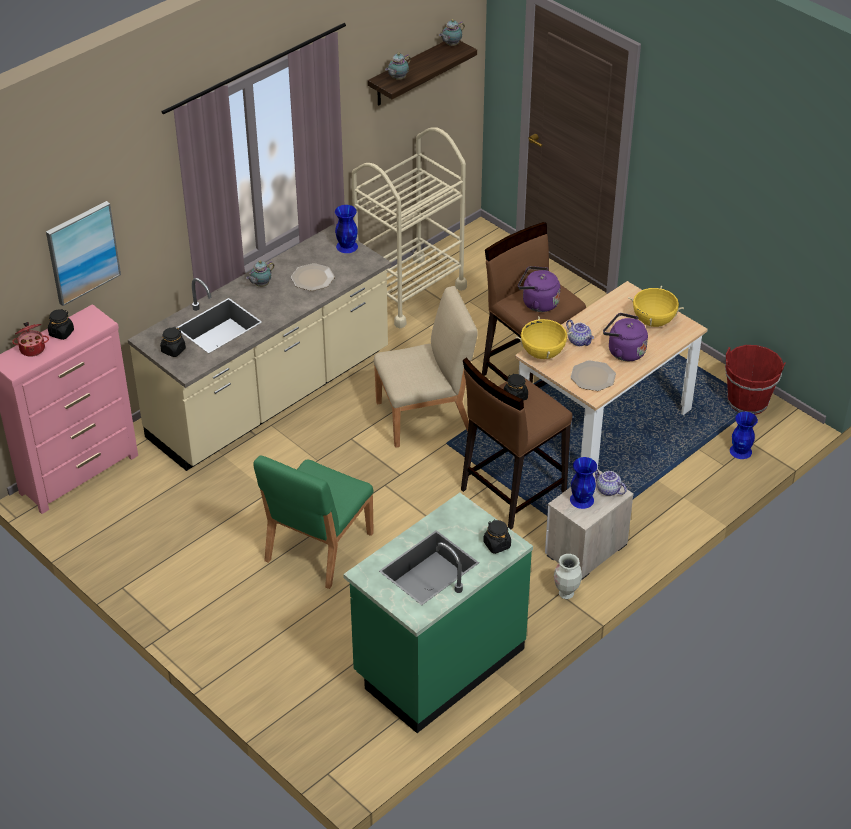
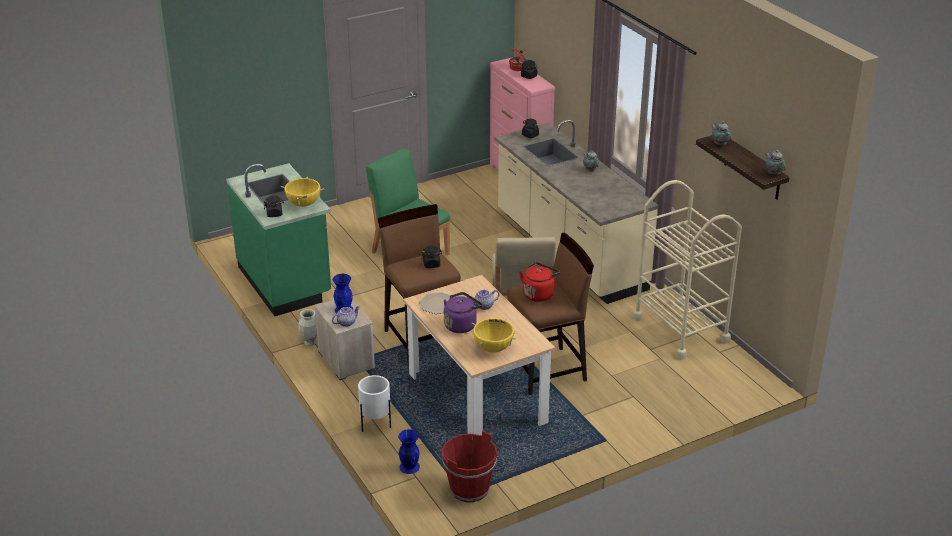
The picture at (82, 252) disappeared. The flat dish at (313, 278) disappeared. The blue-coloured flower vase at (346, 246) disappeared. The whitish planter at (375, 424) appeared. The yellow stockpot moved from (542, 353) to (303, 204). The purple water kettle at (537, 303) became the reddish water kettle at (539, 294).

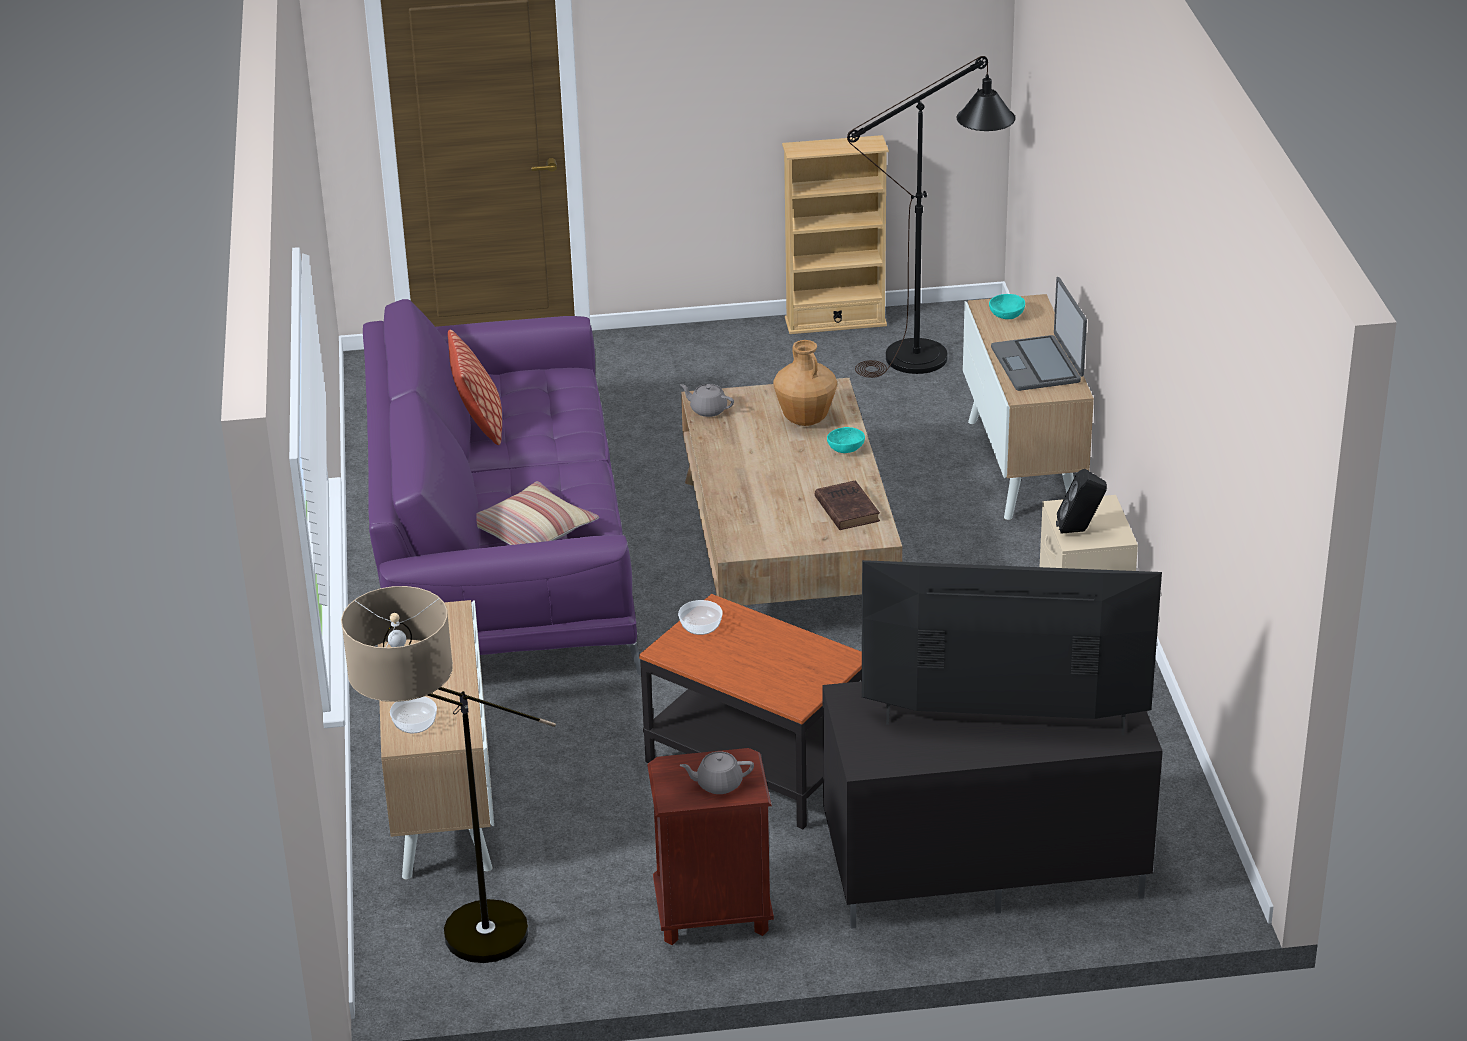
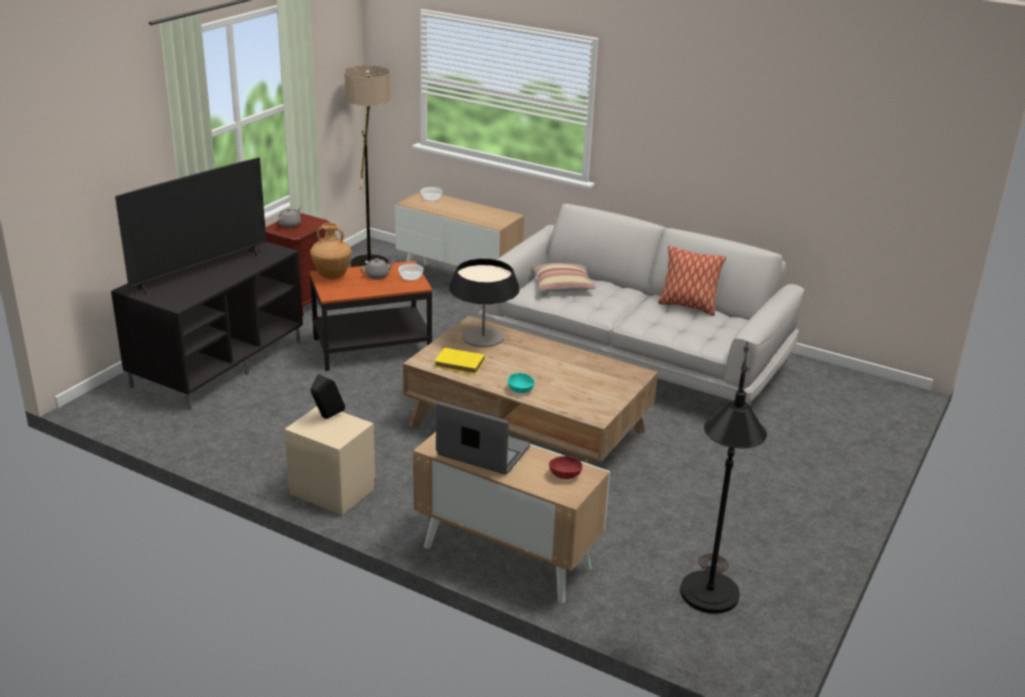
The sand-coloured bookcase at (835, 322) disappeared. The table lamp at (483, 336) appeared. The grey pot for tea moved from (708, 410) to (378, 275). The brown-coloured flower vase moved from (805, 420) to (331, 276). The purple couch at (502, 553) became the grey couch at (635, 356). The brown-coloured bound book at (846, 508) became the yellow bound book at (461, 364). The turquoise deep dish at (1006, 316) became the reddish deep dish at (564, 475).

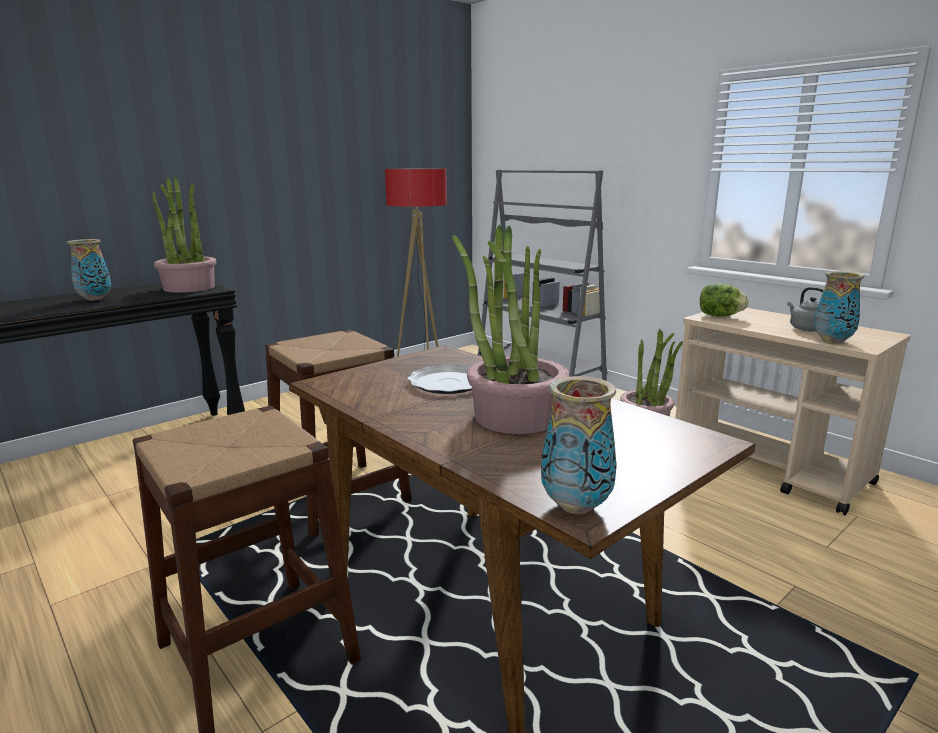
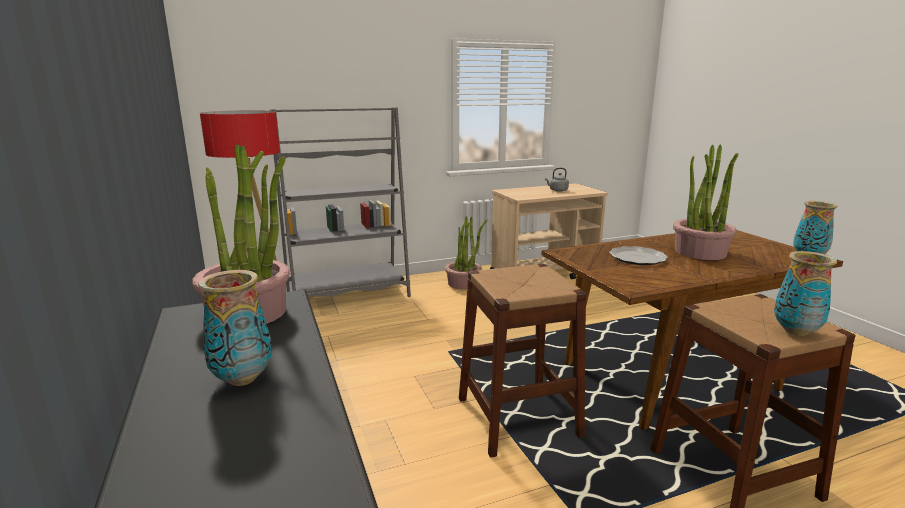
The lettuce head at (719, 316) disappeared. The flower vase moved from (832, 341) to (795, 331).

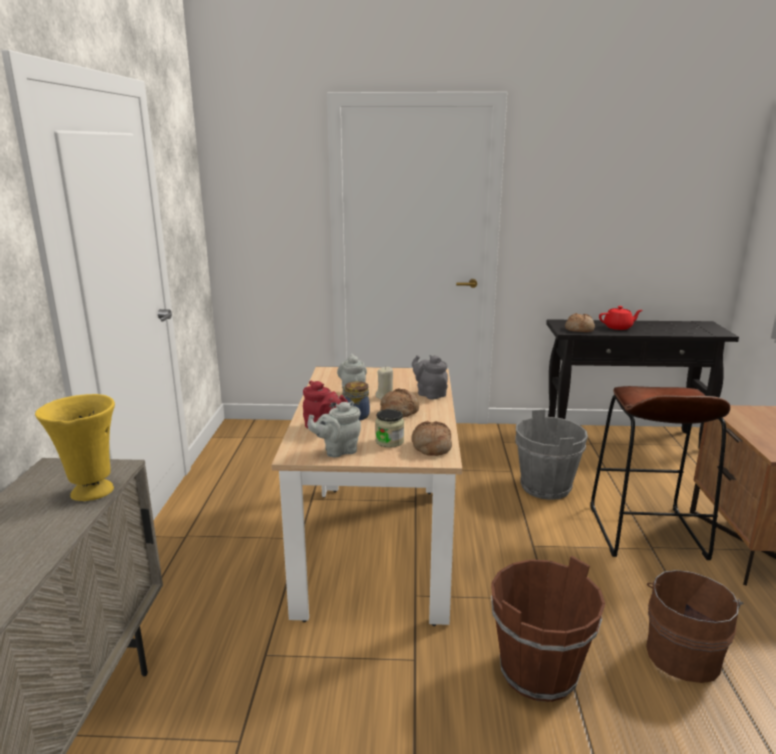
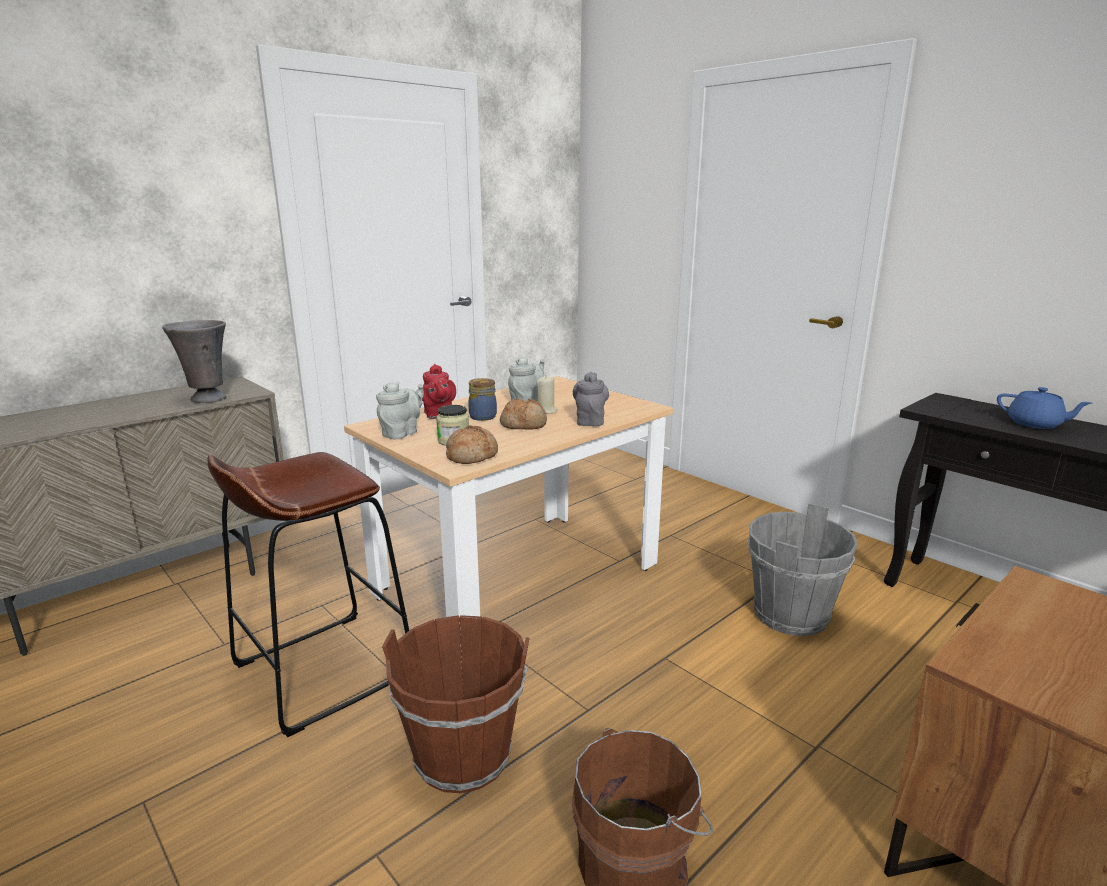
The baked bread at (579, 329) disappeared. The brown-coloured sitting stool moved from (646, 532) to (323, 670). The yellow flower vase at (90, 492) became the grey flower vase at (207, 399). The reddish pot for tea at (618, 327) became the blue-coloured pot for tea at (1035, 424). The grey pot for tea at (338, 451) turned 105 degrees clockwise.

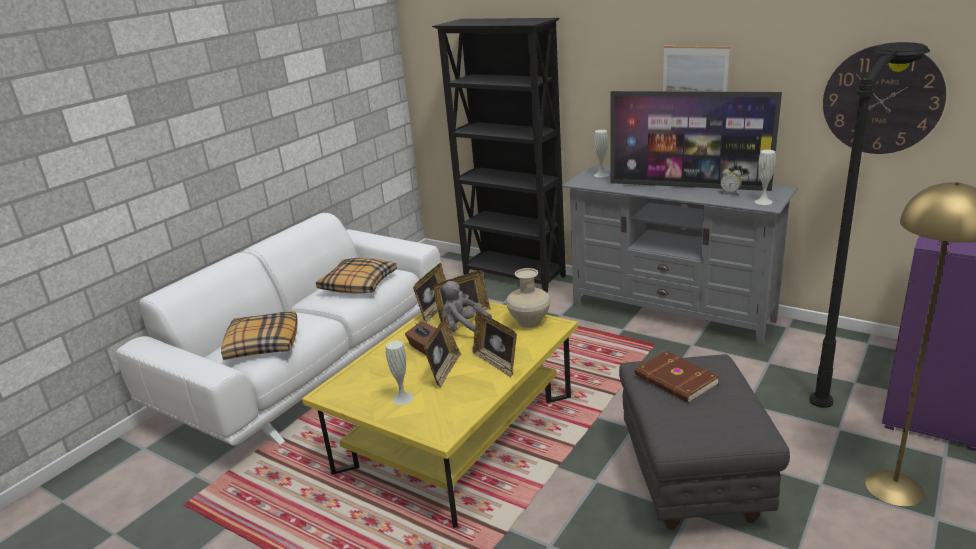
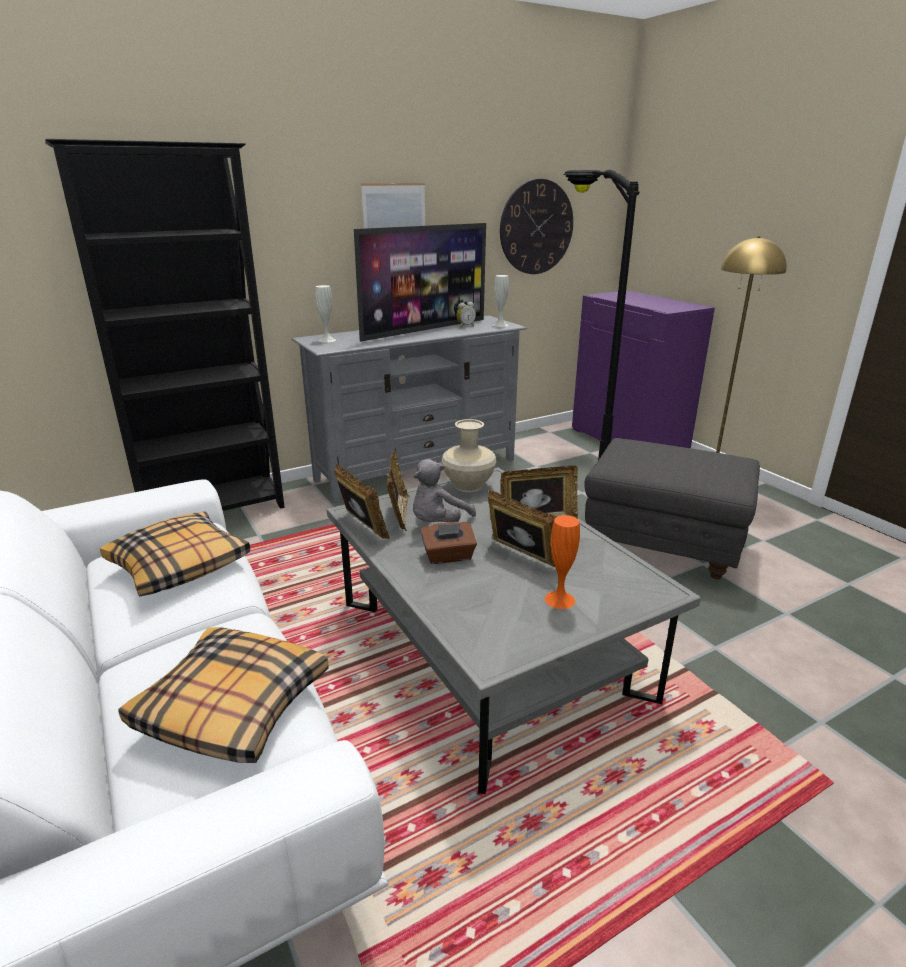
The brown-coloured bound book at (675, 380) disappeared. The yellow lounge table at (457, 433) became the grey lounge table at (488, 649). The whitish flower vase at (402, 398) became the orange-coloured flower vase at (559, 599).

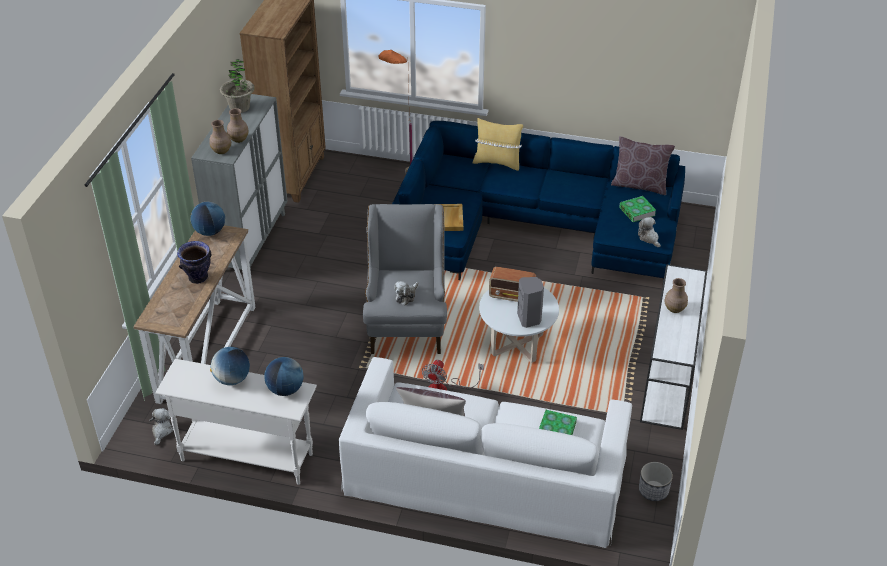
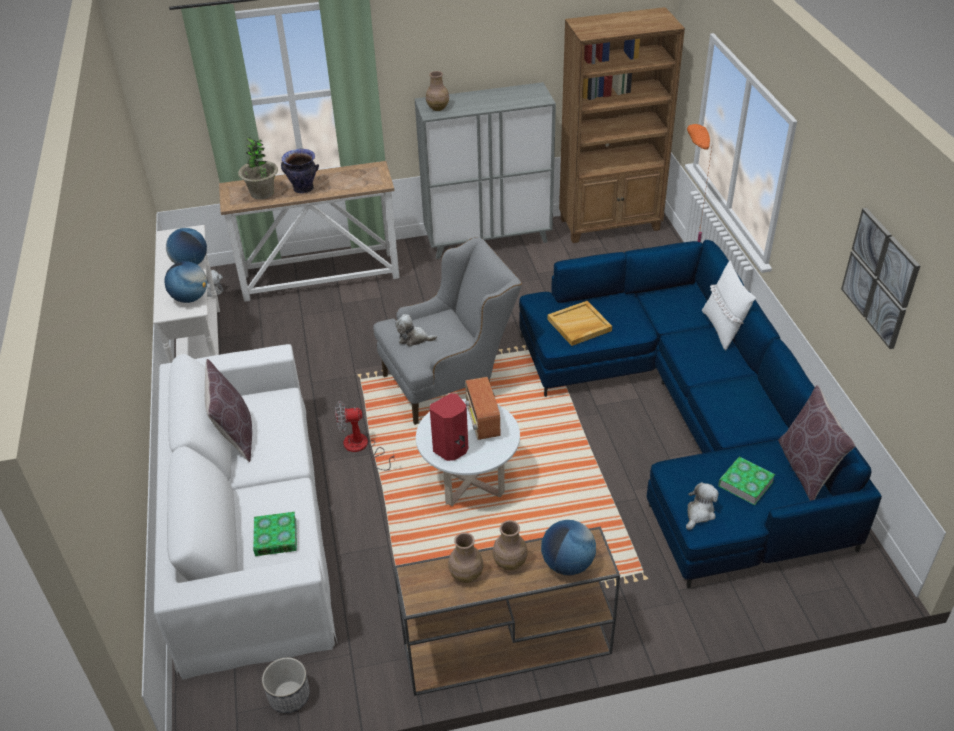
The picture at (880, 277) appeared. The world globe moved from (210, 232) to (567, 564). The potted plant moved from (239, 107) to (262, 193). The brown-coloured flower vase moved from (238, 139) to (466, 574). The yellow throw pillow at (497, 162) became the whitish throw pillow at (723, 328). The grey speaker at (529, 319) became the reddish speaker at (451, 450). The whitish hall table at (668, 377) became the brown-coloured hall table at (505, 649).

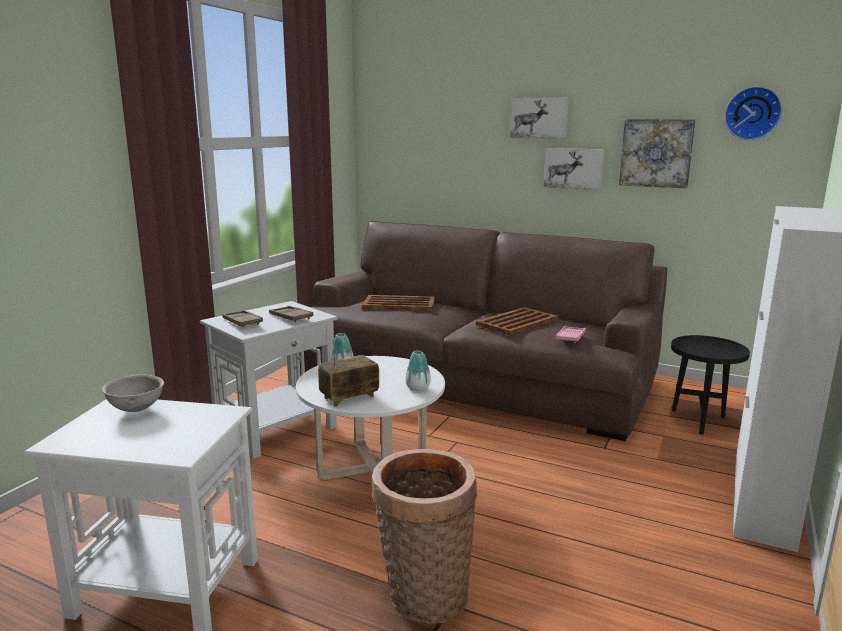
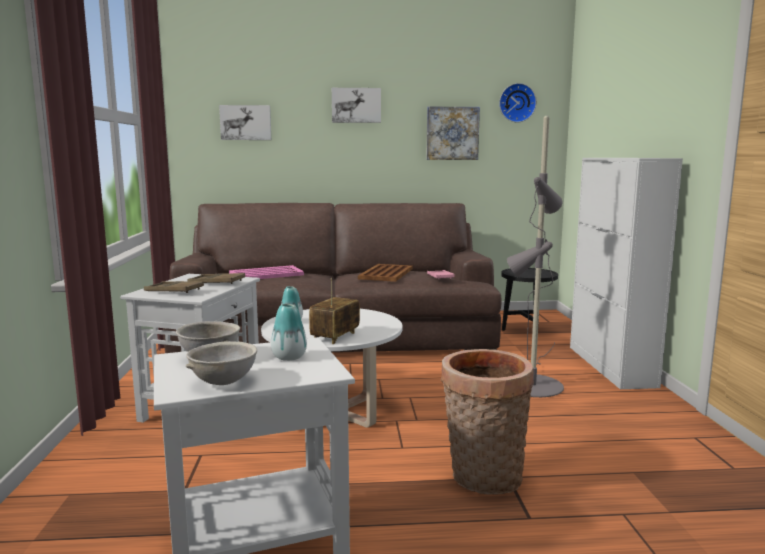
The grey deep dish at (222, 382) appeared. The grey standard lamp at (534, 381) appeared. The flower vase moved from (418, 388) to (289, 357). The picture moved from (574, 168) to (245, 122). The brown-coloured tray at (400, 304) became the pinkish tray at (267, 274).

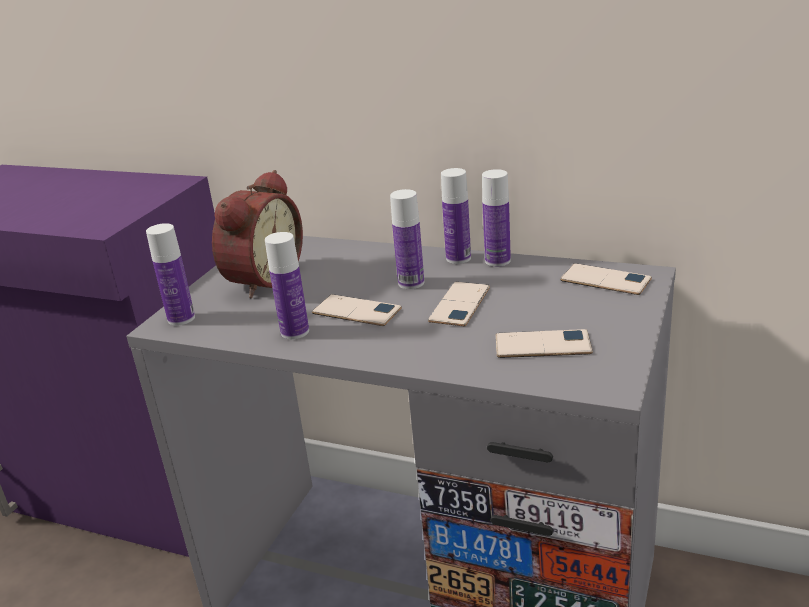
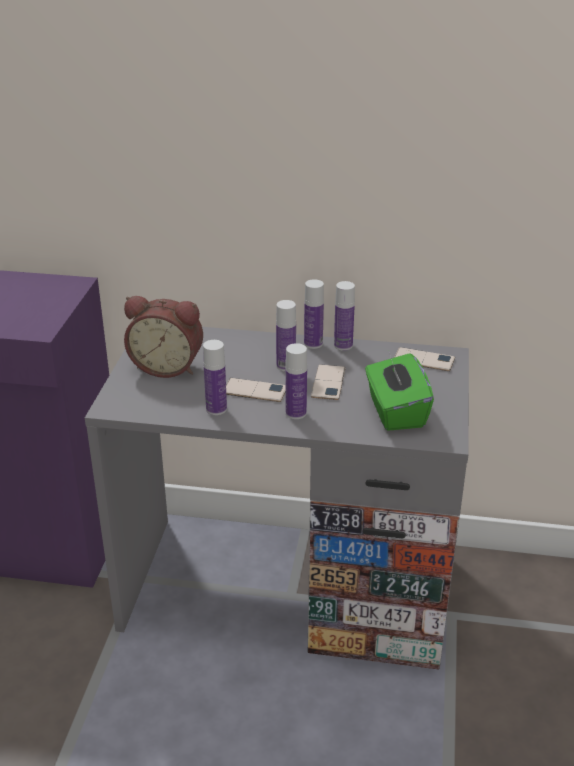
The drink bottle moved from (181, 318) to (296, 413). The phone at (542, 345) was replaced by the green-coloured tissue box at (395, 412). The table clock at (261, 280) turned 90 degrees clockwise.

